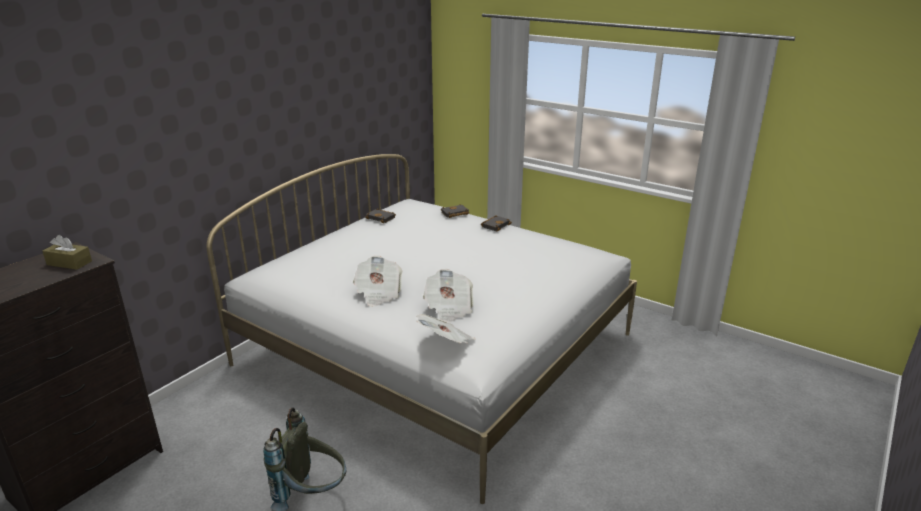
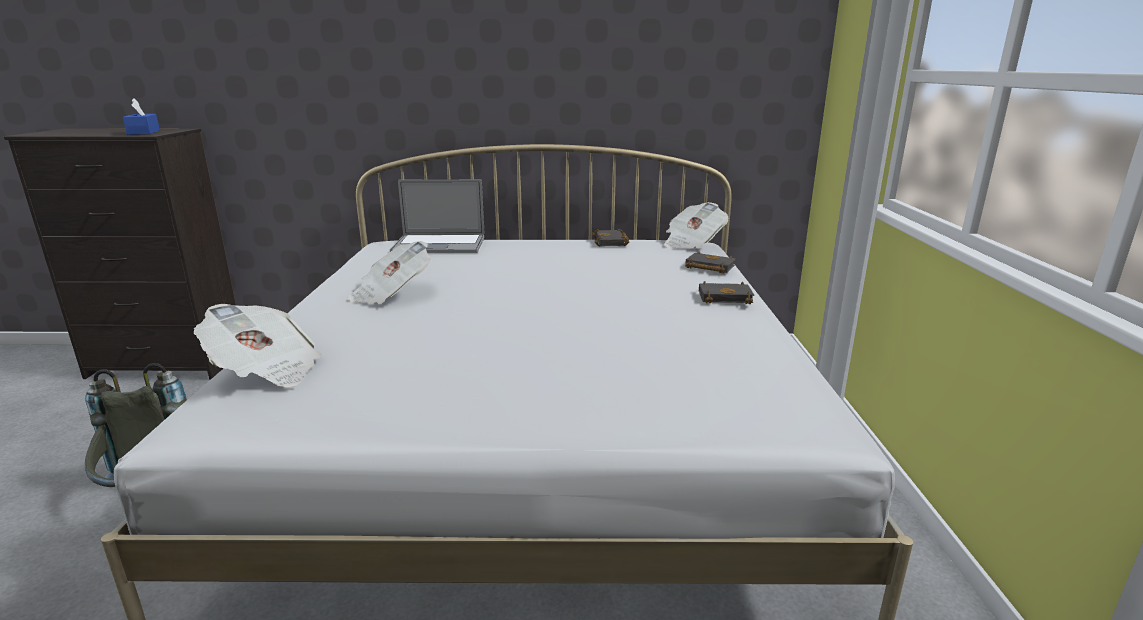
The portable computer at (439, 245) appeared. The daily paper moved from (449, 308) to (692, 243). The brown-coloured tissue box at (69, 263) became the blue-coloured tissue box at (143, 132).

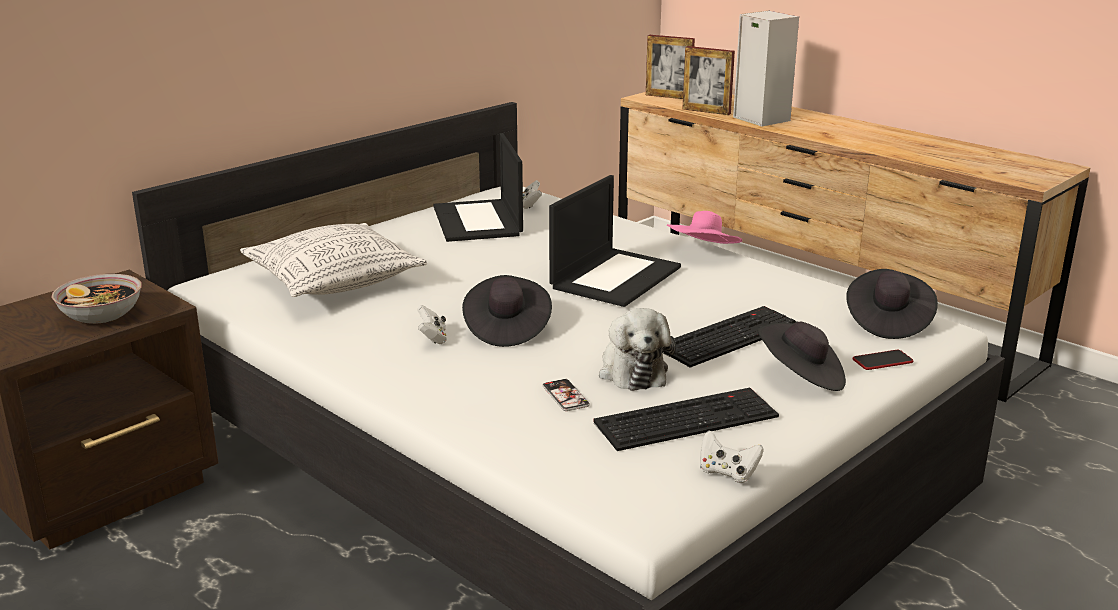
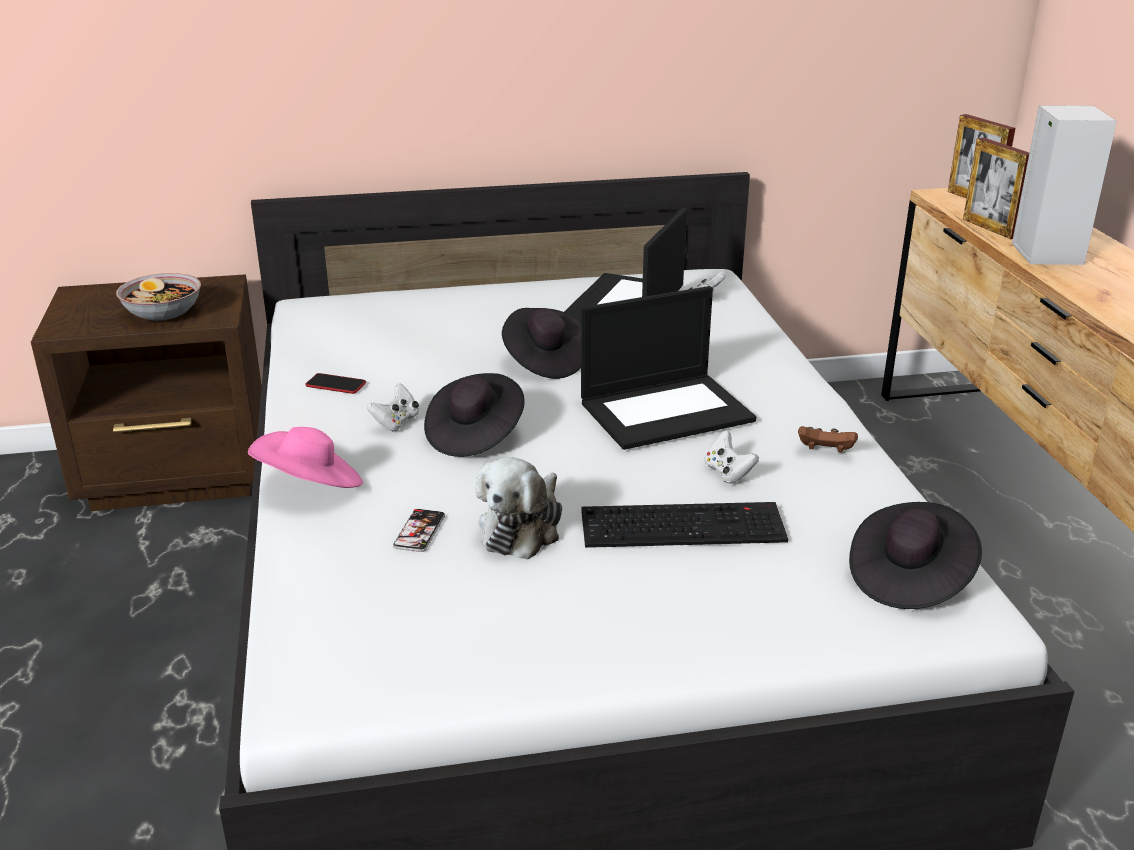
The throw pillow at (334, 281) disappeared. The computer keyboard at (687, 418) disappeared. The brown-coloured gamepad at (825, 452) appeared. The pinkish clothing hat moved from (703, 253) to (311, 486). The whitish gamepad moved from (727, 473) to (727, 473). The black clothing hat moved from (801, 377) to (545, 361). The phone moved from (882, 361) to (336, 385).

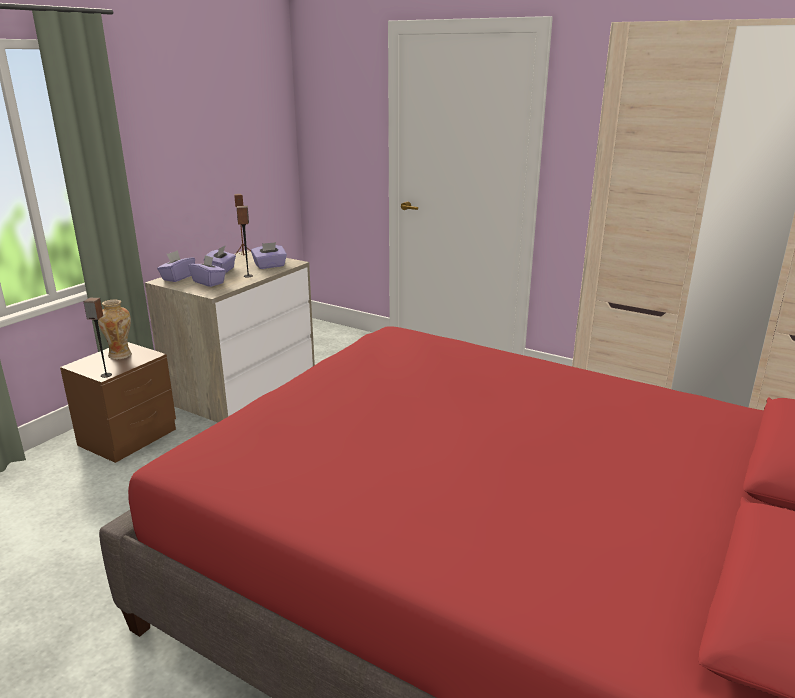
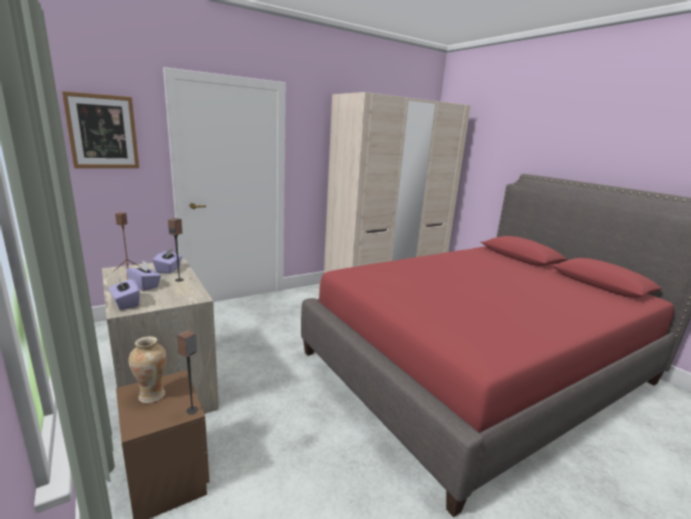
The purple tissue box at (209, 282) disappeared. The picture at (103, 132) appeared.

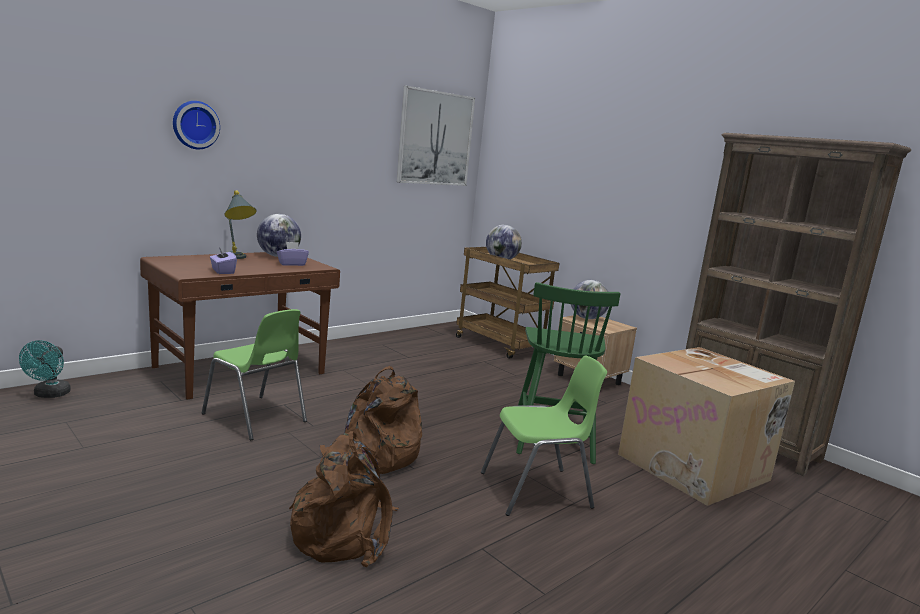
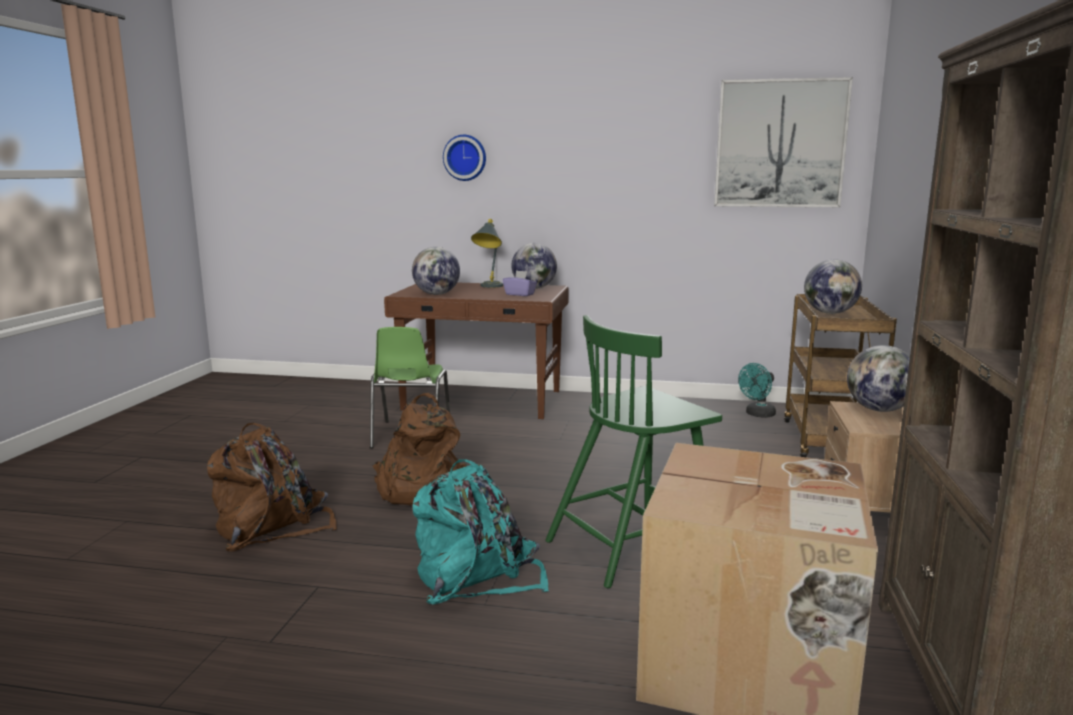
The turquoise fan moved from (49, 395) to (757, 414). The purple tissue box at (222, 271) was replaced by the world globe at (436, 294). The green-coloured upright chair at (538, 491) was replaced by the turquoise knapsack at (477, 577).

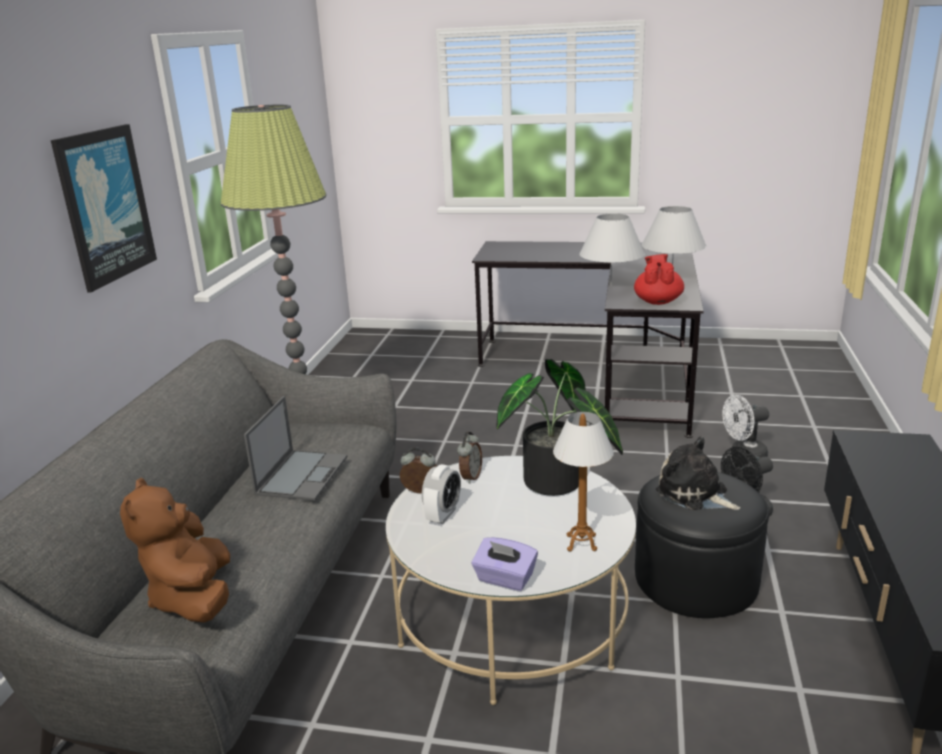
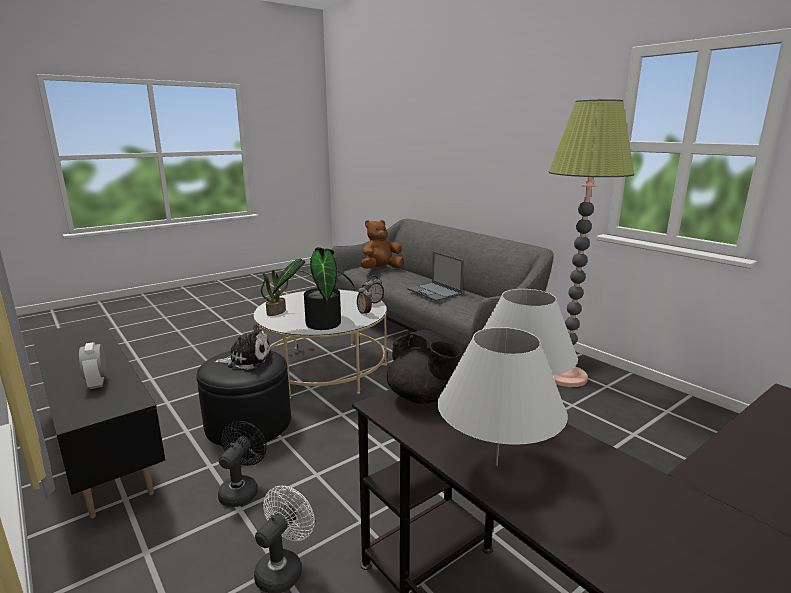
The picture at (105, 205) disappeared. The purple tissue box at (505, 578) disappeared. The table clock moved from (443, 515) to (97, 383). The table lamp at (581, 543) was replaced by the potted plant at (276, 311). The reddish pot for tea at (657, 301) became the black pot for tea at (422, 397). The brown-coloured soft toy at (193, 597) turned 60 degrees counterclockwise.

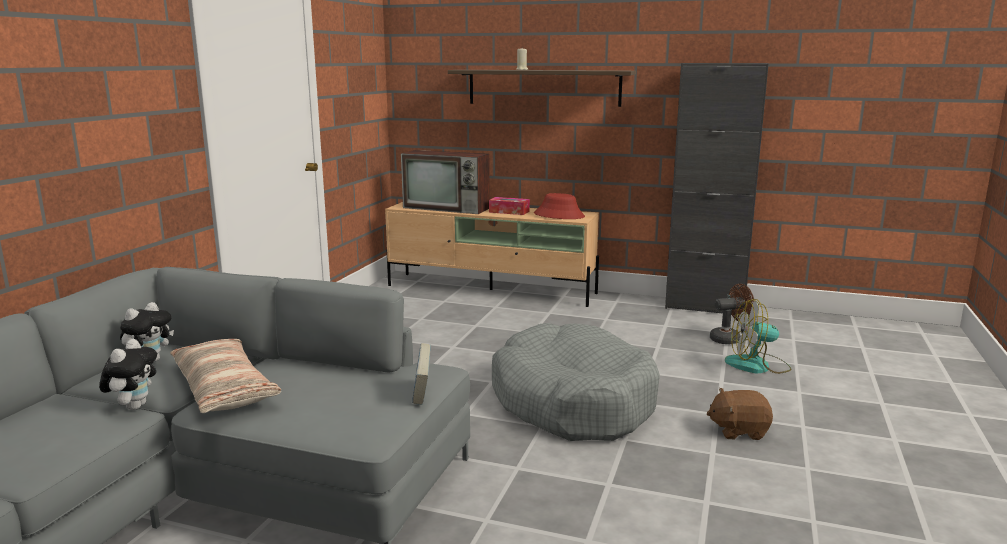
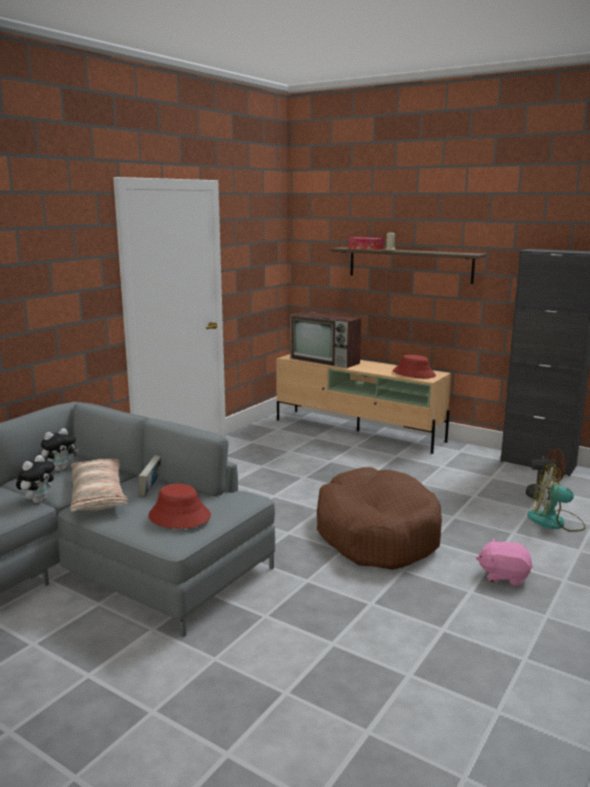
The reddish clothing hat at (179, 516) appeared. The bound book moved from (422, 394) to (150, 490). The tissue box moved from (509, 211) to (366, 249). The grey pet bed at (572, 402) became the brown-coloured pet bed at (376, 534). The brown-coloured soft toy at (738, 431) became the pinkish soft toy at (504, 576).

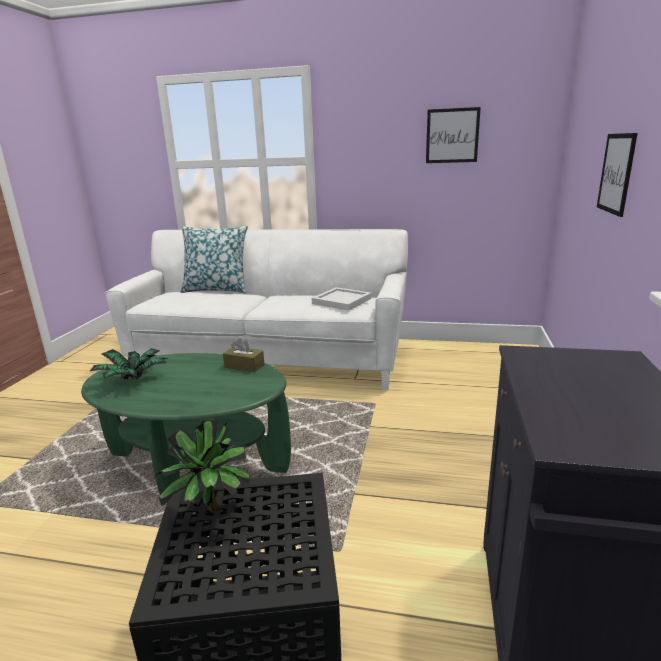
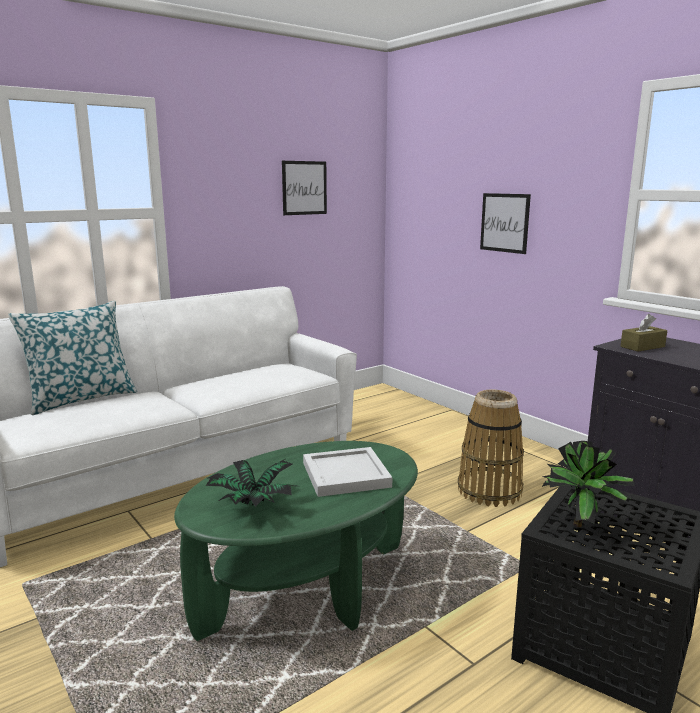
The basket at (489, 491) appeared. The brown-coloured tissue box moved from (244, 366) to (642, 346). The whitish tray moved from (341, 301) to (344, 474).

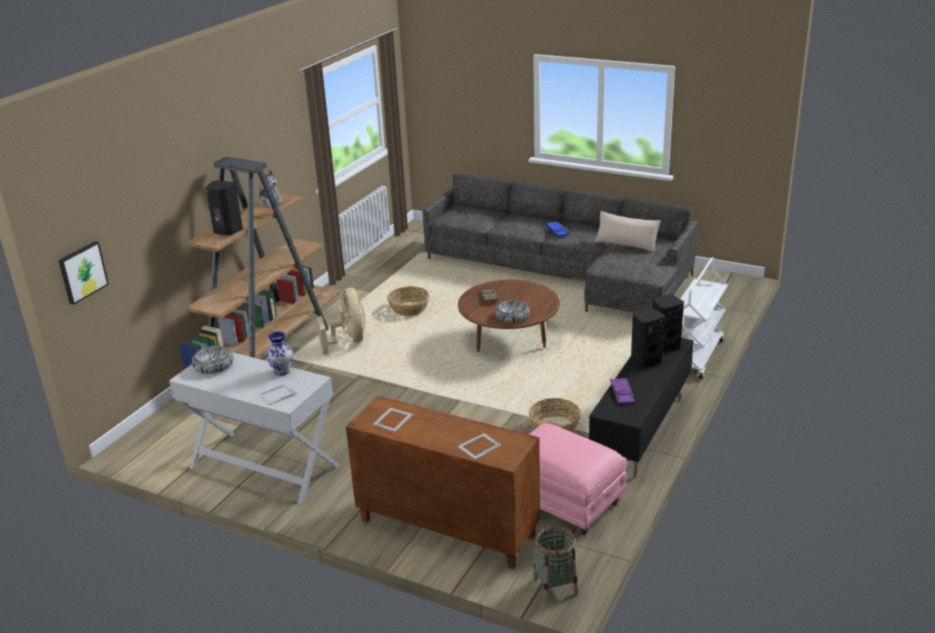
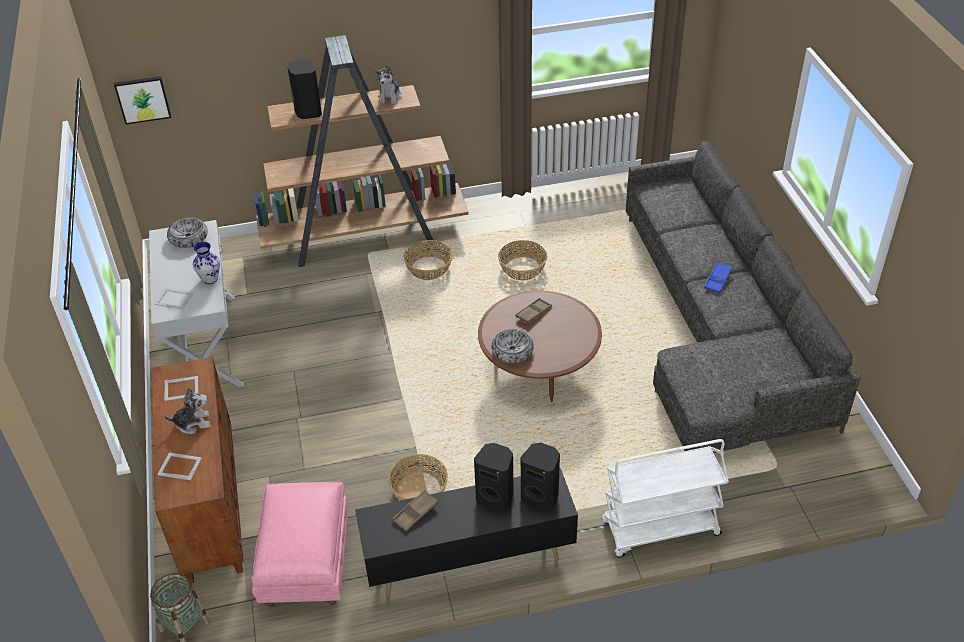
The sand-coloured throw pillow at (626, 244) disappeared. The soft toy at (193, 423) appeared. The sand-coloured fan at (348, 341) was replaced by the basket at (428, 268). The purple tray at (622, 393) became the brown-coloured tray at (415, 513).

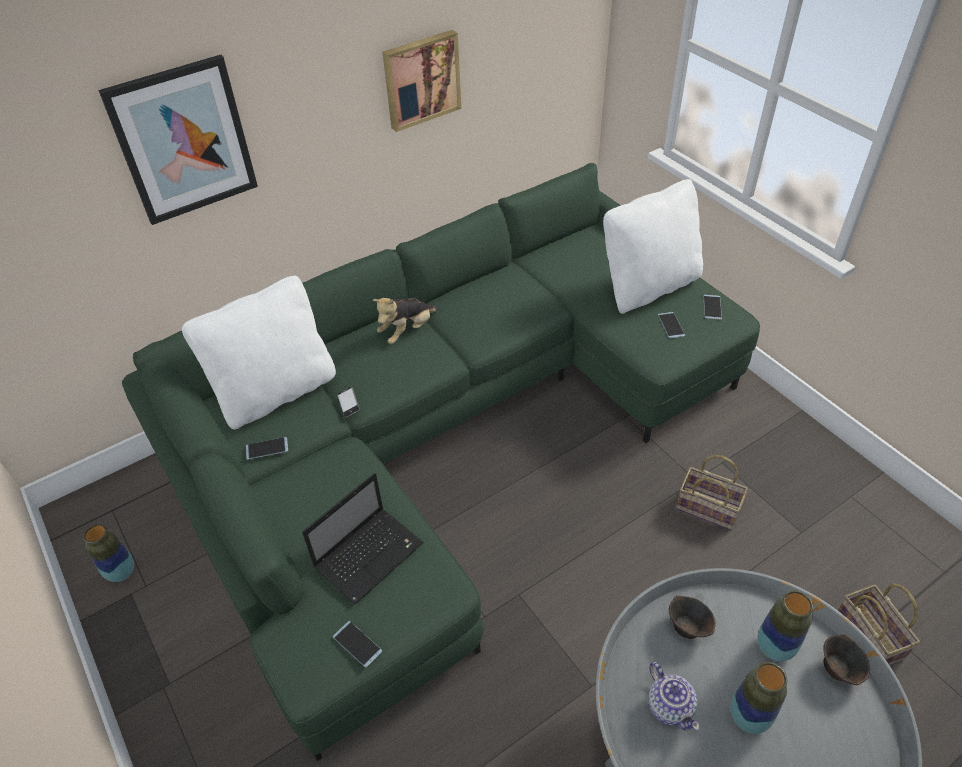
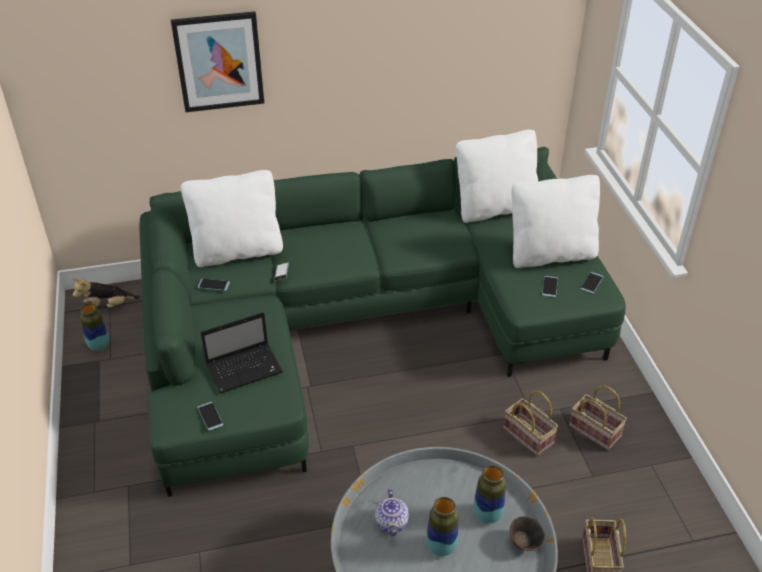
The picture at (421, 79) disappeared. The brown-coloured deep dish at (687, 626) disappeared. The whitish throw pillow at (495, 208) appeared. The basket at (596, 431) appeared. The soft toy moved from (407, 331) to (107, 307).

